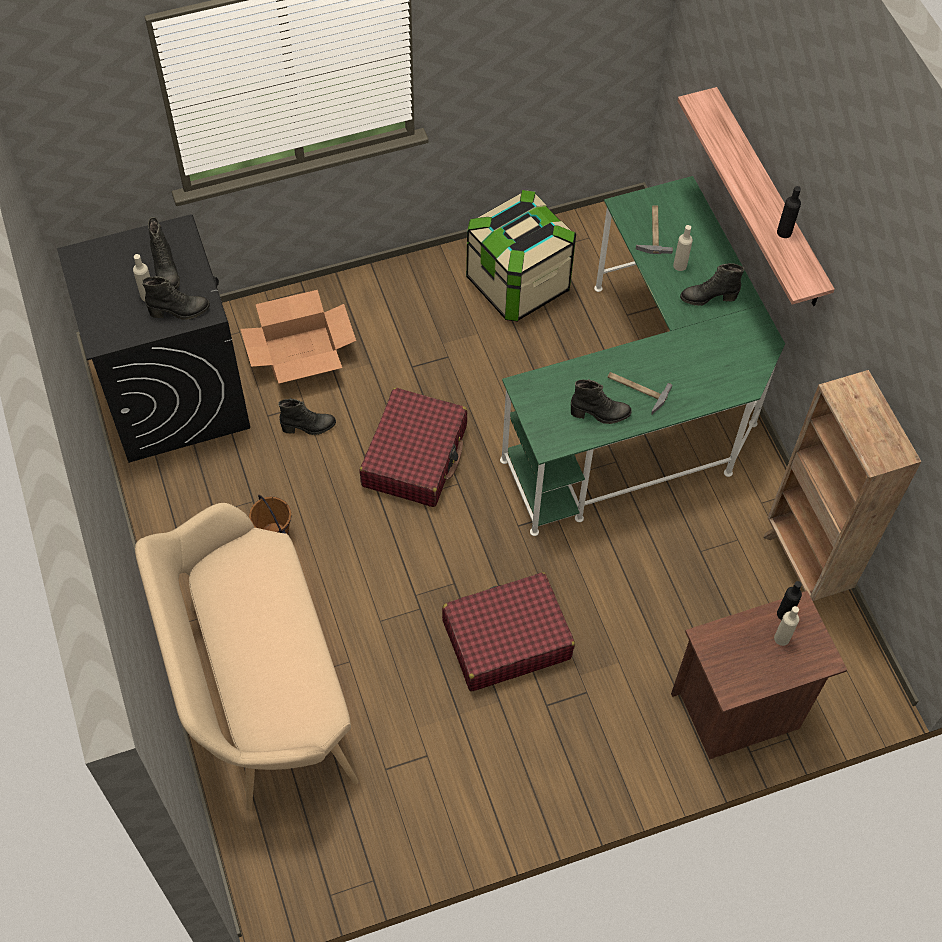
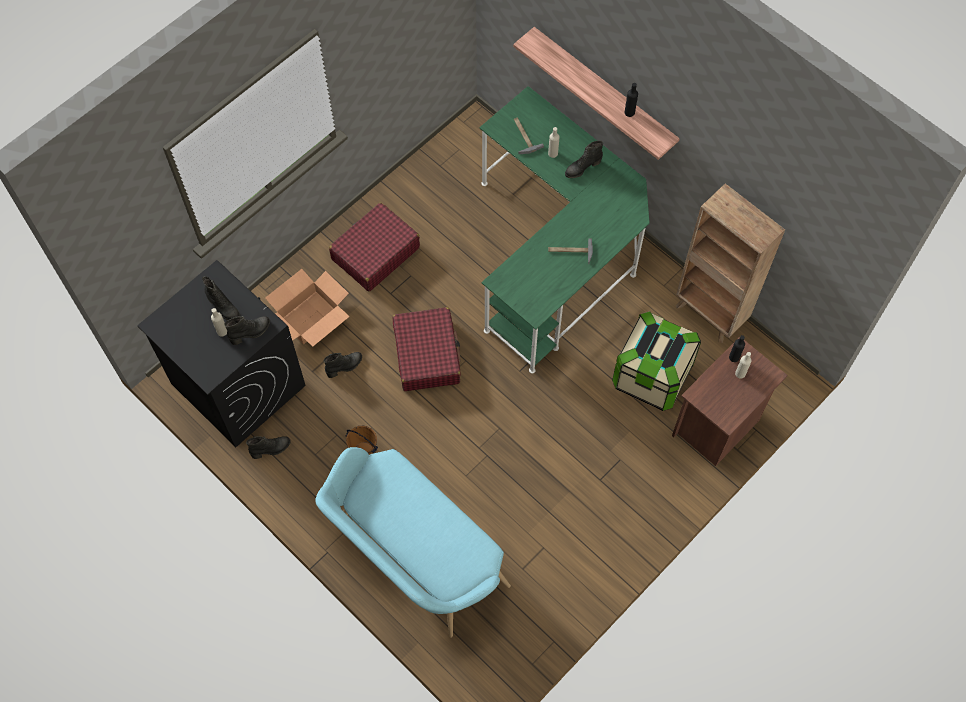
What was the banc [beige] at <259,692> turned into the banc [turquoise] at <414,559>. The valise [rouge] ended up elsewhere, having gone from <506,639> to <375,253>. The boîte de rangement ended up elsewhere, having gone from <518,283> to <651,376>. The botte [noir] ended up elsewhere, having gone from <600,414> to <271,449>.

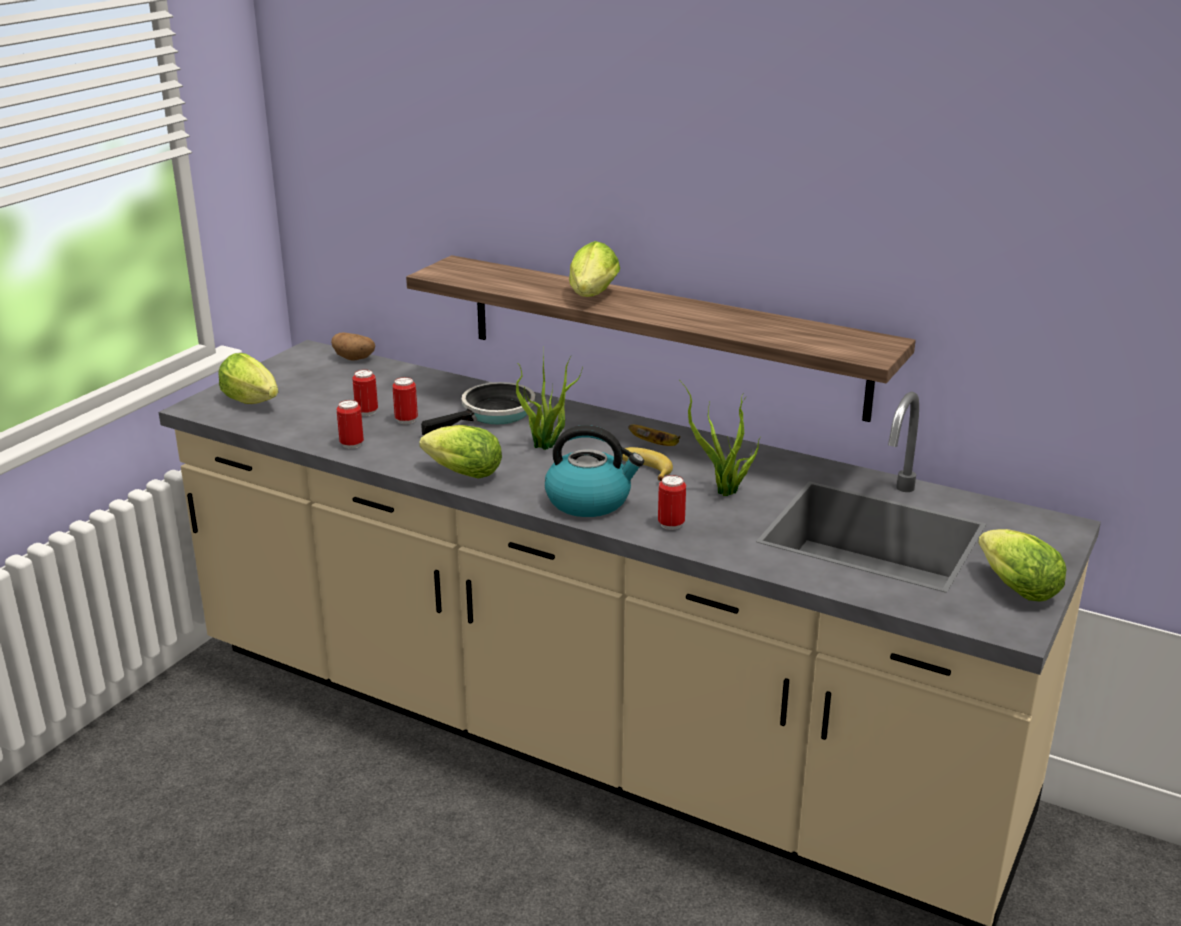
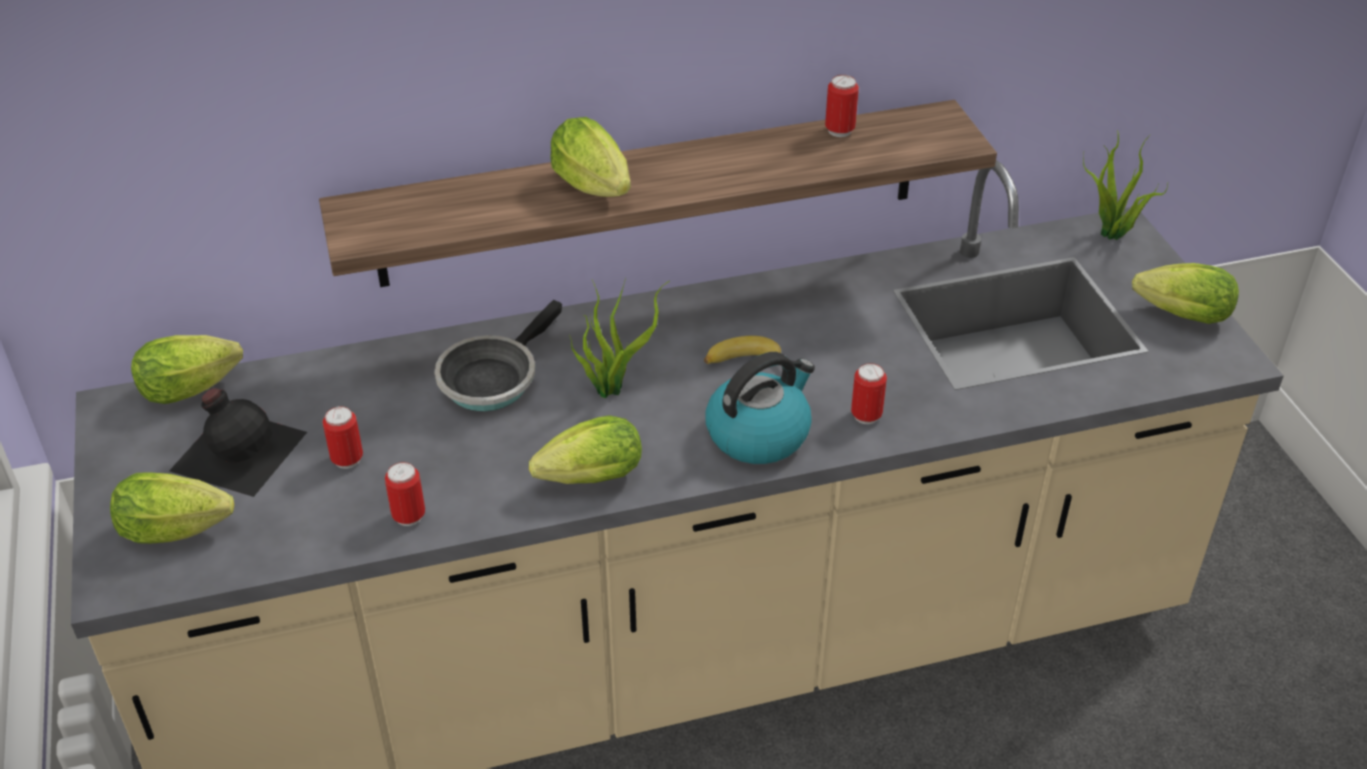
Where the pomme de terre stood at <355,358>, the laitue came to stand at <195,388>. The boîte métallique ended up elsewhere, having gone from <406,420> to <839,130>. The poêle at <493,414> ended up facing another way, 150 degrees counterclockwise from before. The second view lost the banane at <656,444>. The plante en pot ended up elsewhere, having gone from <724,492> to <1111,235>. The second view gained the bouteille [noir] at <238,449>.

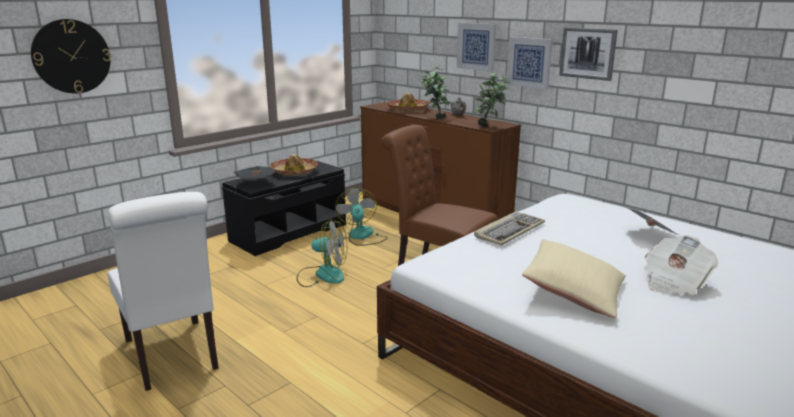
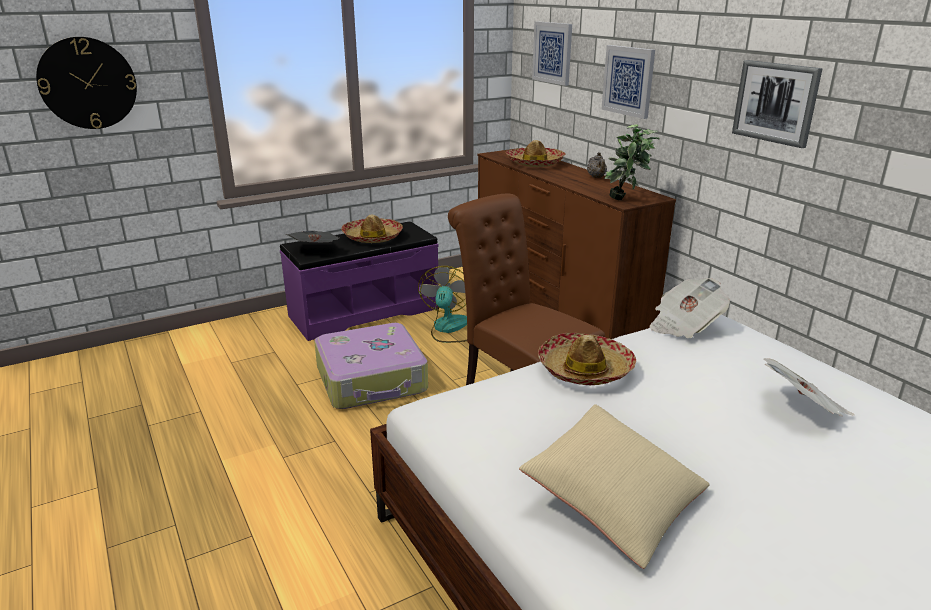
The second view lost the chaise [blanc] at <173,357>. What was the banc [noir] at <288,232> turned into the banc [violet] at <363,312>. Where the ventilateur stood at <322,275>, the valise came to stand at <372,379>. The second view lost the plante en pot at <435,118>. Where the clavier stood at <509,230>, the chapeau came to stand at <585,369>. The tableau ended up elsewhere, having gone from <529,62> to <553,52>. The journal ended up elsewhere, having gone from <674,282> to <684,325>.

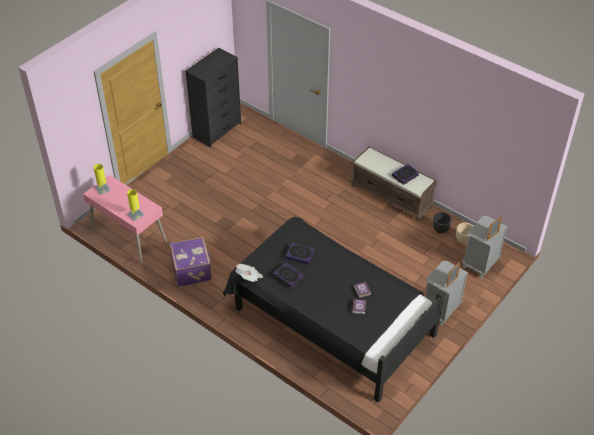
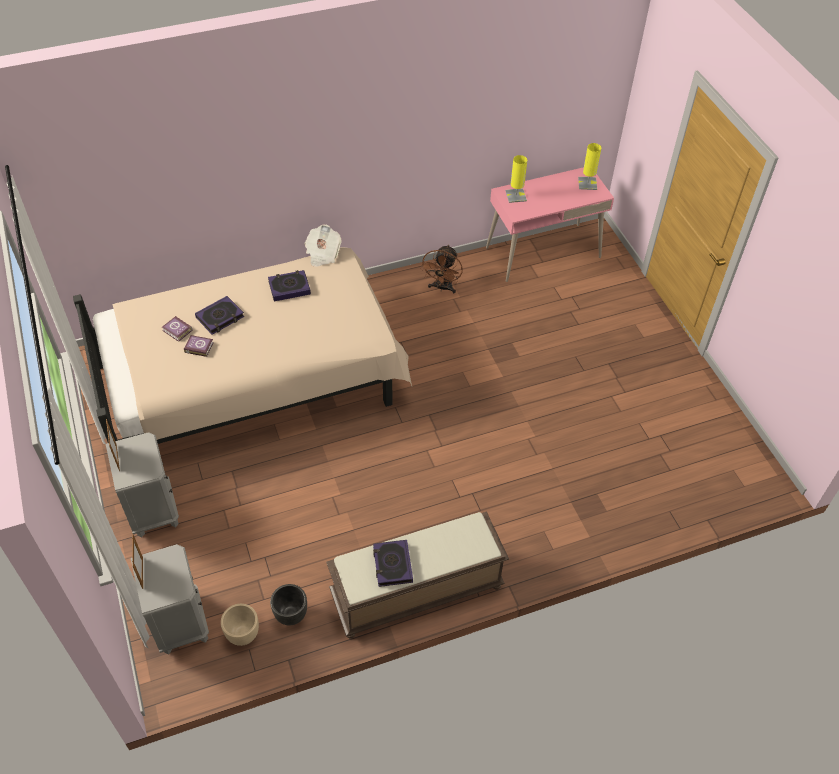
Where the valise [violet] stood at <192,270>, the ventilateur [marron] came to stand at <442,288>. The second view lost the commode [noir] at <217,130>. What was the lit [noir] at <329,318> turned into the lit [beige] at <254,381>. The livre ended up elsewhere, having gone from <300,255> to <220,317>.

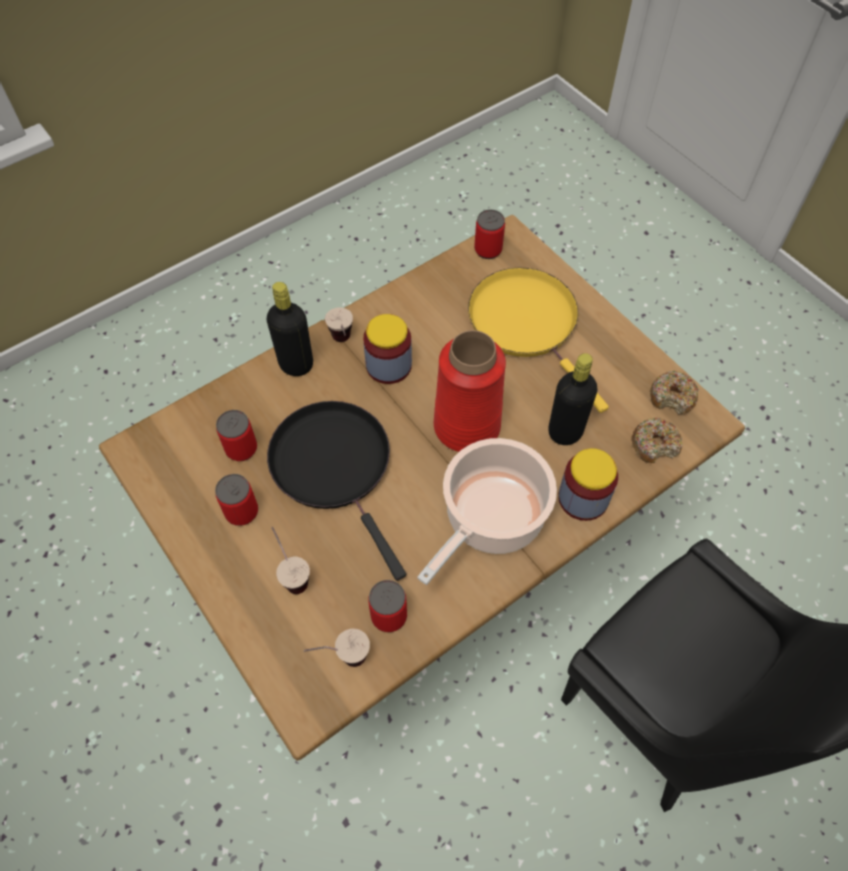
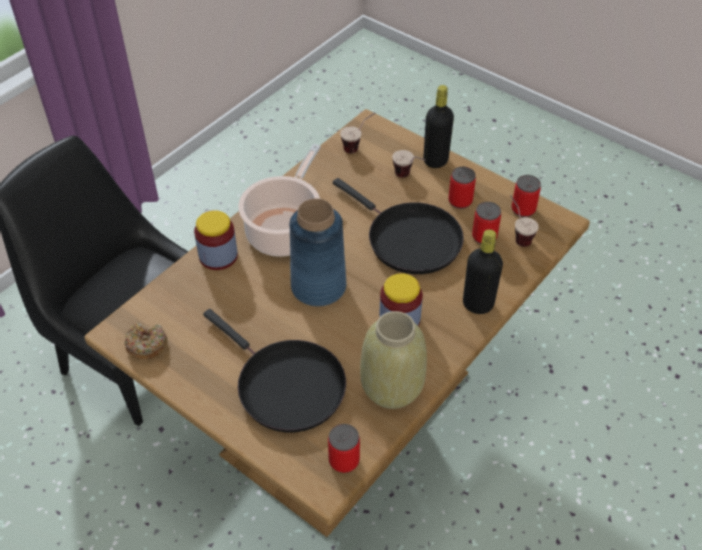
The tasse ended up elsewhere, having gone from <343,344> to <517,235>. The boîte métallique ended up elsewhere, having gone from <389,616> to <523,209>. What was the vase [rouge] at <466,426> turned into the vase [bleu] at <319,286>. What was the poêle [jaune] at <527,323> turned into the poêle [noir] at <285,385>. The bouteille [noir] ended up elsewhere, having gone from <565,431> to <435,160>. The second view lost the beignet at <655,444>. The second view gained the vase [beige] at <392,388>.

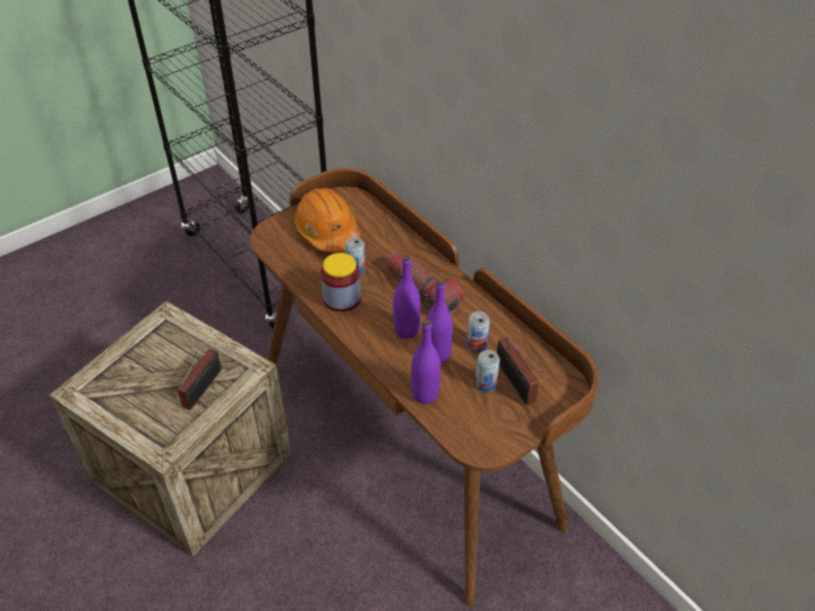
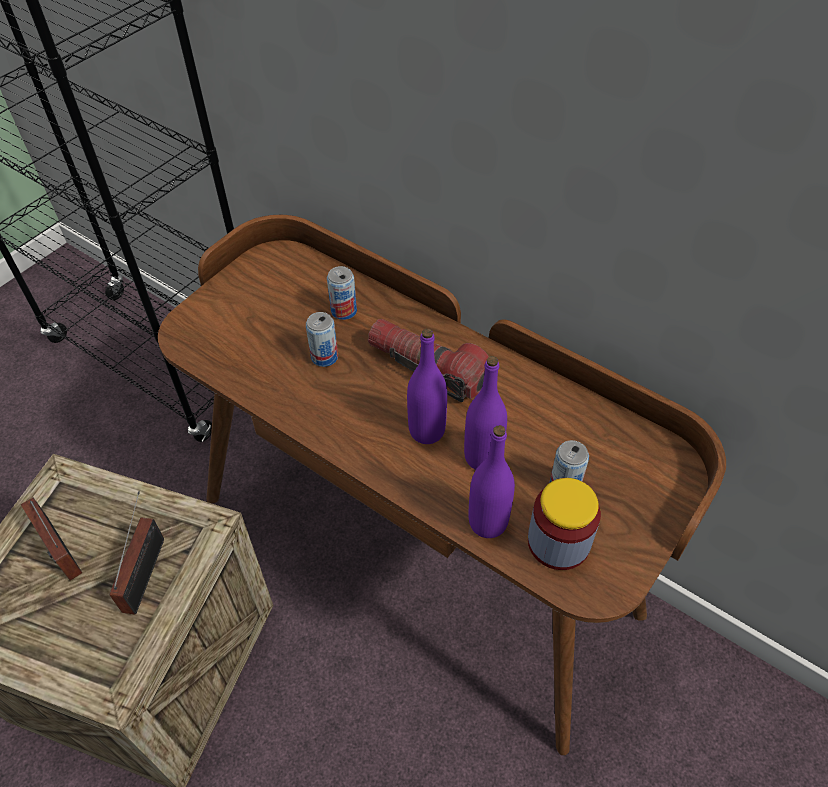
The second view lost the casque de chantier [orange] at <327,231>. The bocal ended up elsewhere, having gone from <342,298> to <558,542>. The boîte métallique ended up elsewhere, having gone from <476,345> to <344,311>. The radio ended up elsewhere, having gone from <516,384> to <60,552>.

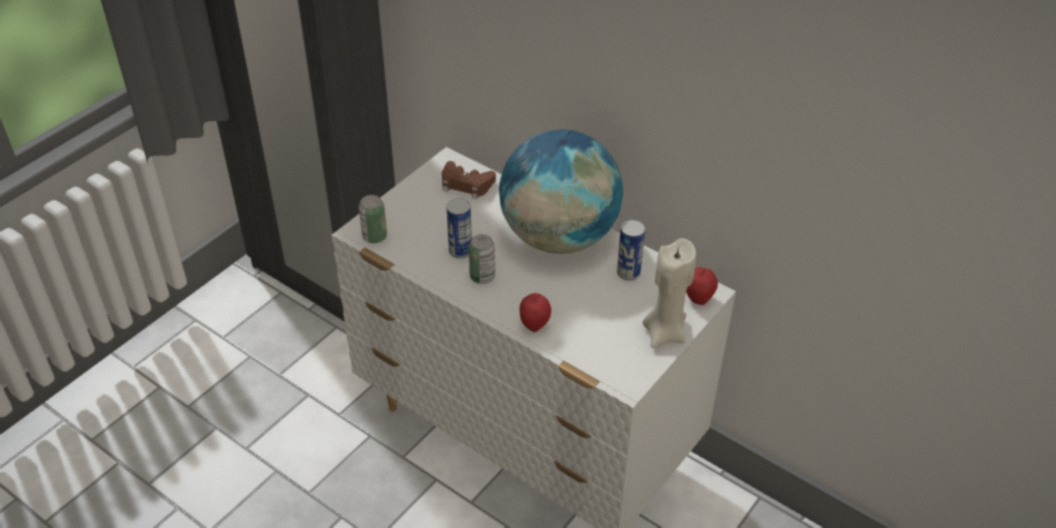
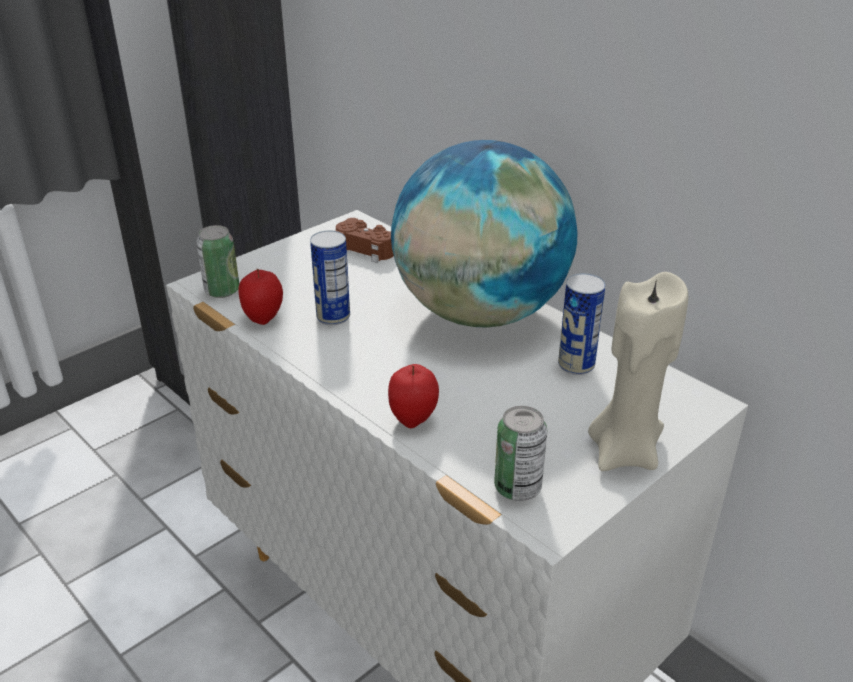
The boîte métallique ended up elsewhere, having gone from <482,277> to <517,488>. The pomme ended up elsewhere, having gone from <699,299> to <263,318>.

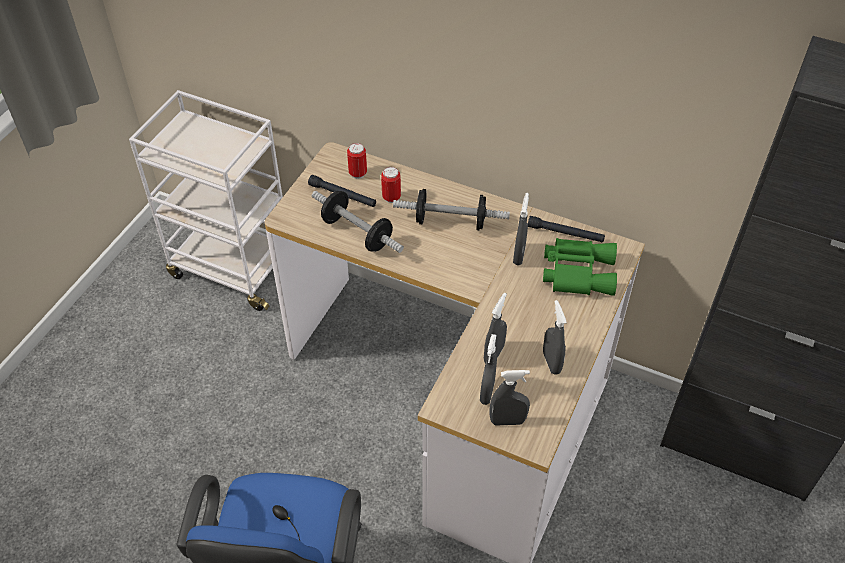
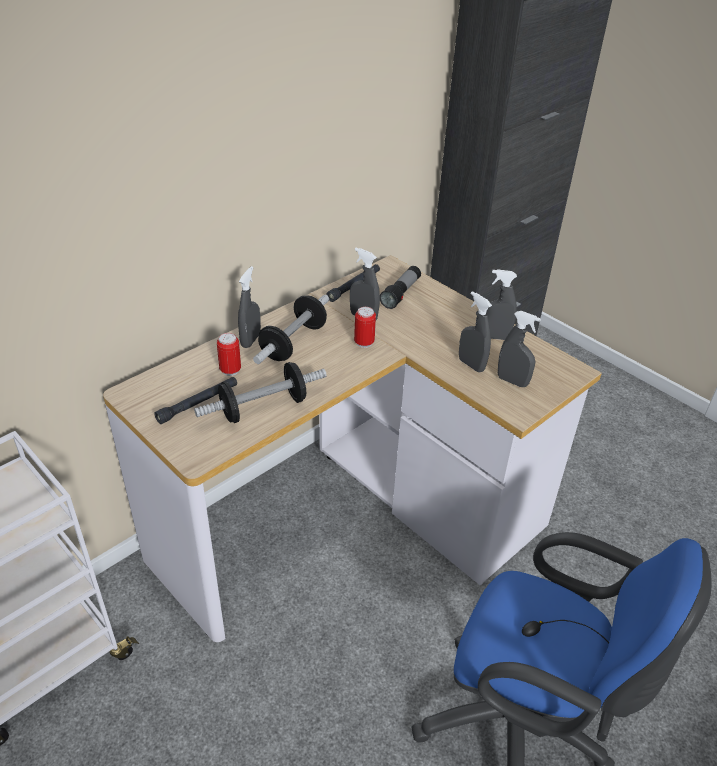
The boîte métallique ended up elsewhere, having gone from <358,173> to <364,343>. The vaporisateur [gris] ended up elsewhere, having gone from <507,421> to <250,340>. Where the jumelles [vert] stood at <577,271>, the lampe de poche came to stand at <401,294>.

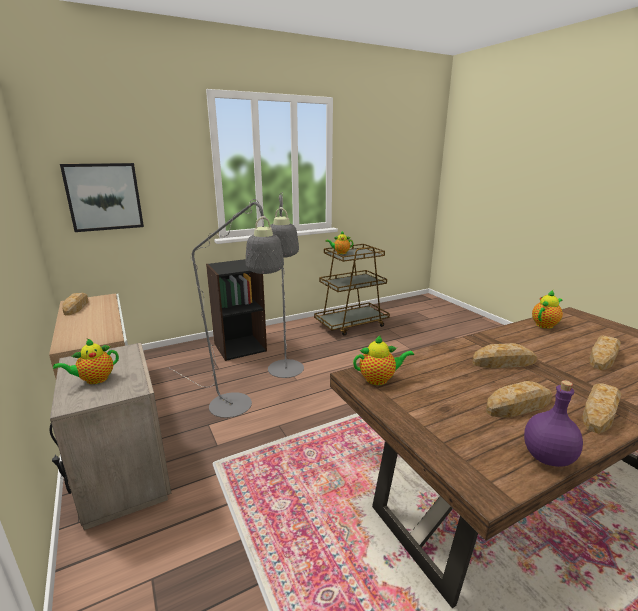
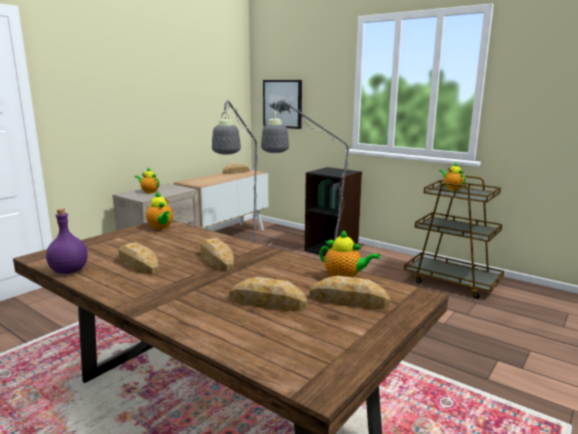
The pain ended up elsewhere, having gone from <599,412> to <349,300>.

